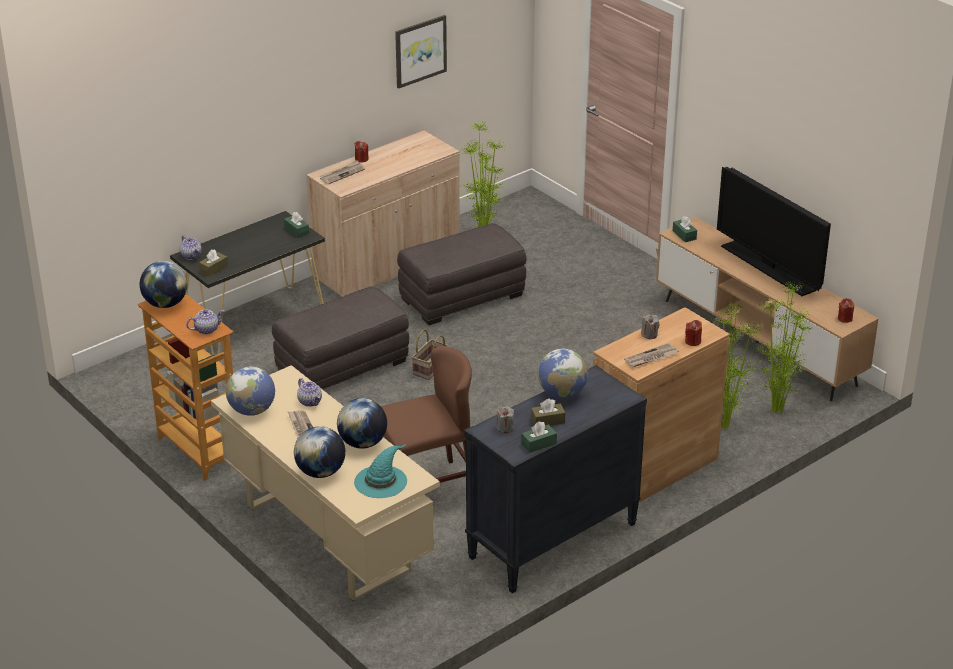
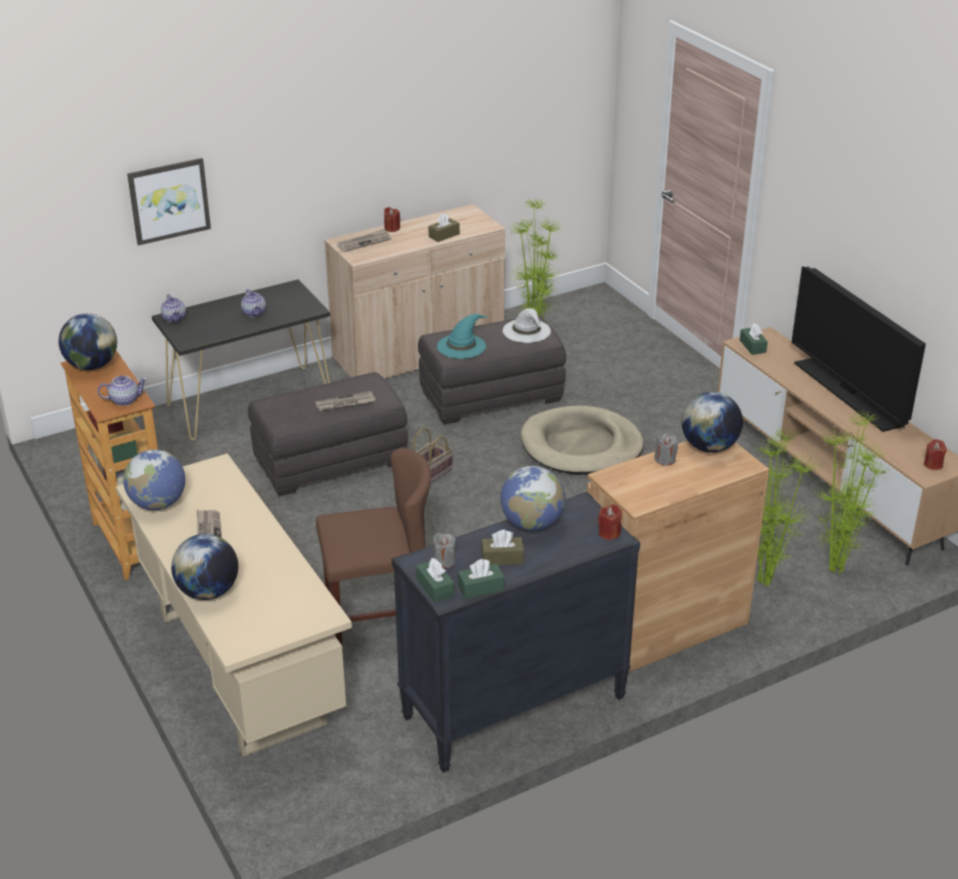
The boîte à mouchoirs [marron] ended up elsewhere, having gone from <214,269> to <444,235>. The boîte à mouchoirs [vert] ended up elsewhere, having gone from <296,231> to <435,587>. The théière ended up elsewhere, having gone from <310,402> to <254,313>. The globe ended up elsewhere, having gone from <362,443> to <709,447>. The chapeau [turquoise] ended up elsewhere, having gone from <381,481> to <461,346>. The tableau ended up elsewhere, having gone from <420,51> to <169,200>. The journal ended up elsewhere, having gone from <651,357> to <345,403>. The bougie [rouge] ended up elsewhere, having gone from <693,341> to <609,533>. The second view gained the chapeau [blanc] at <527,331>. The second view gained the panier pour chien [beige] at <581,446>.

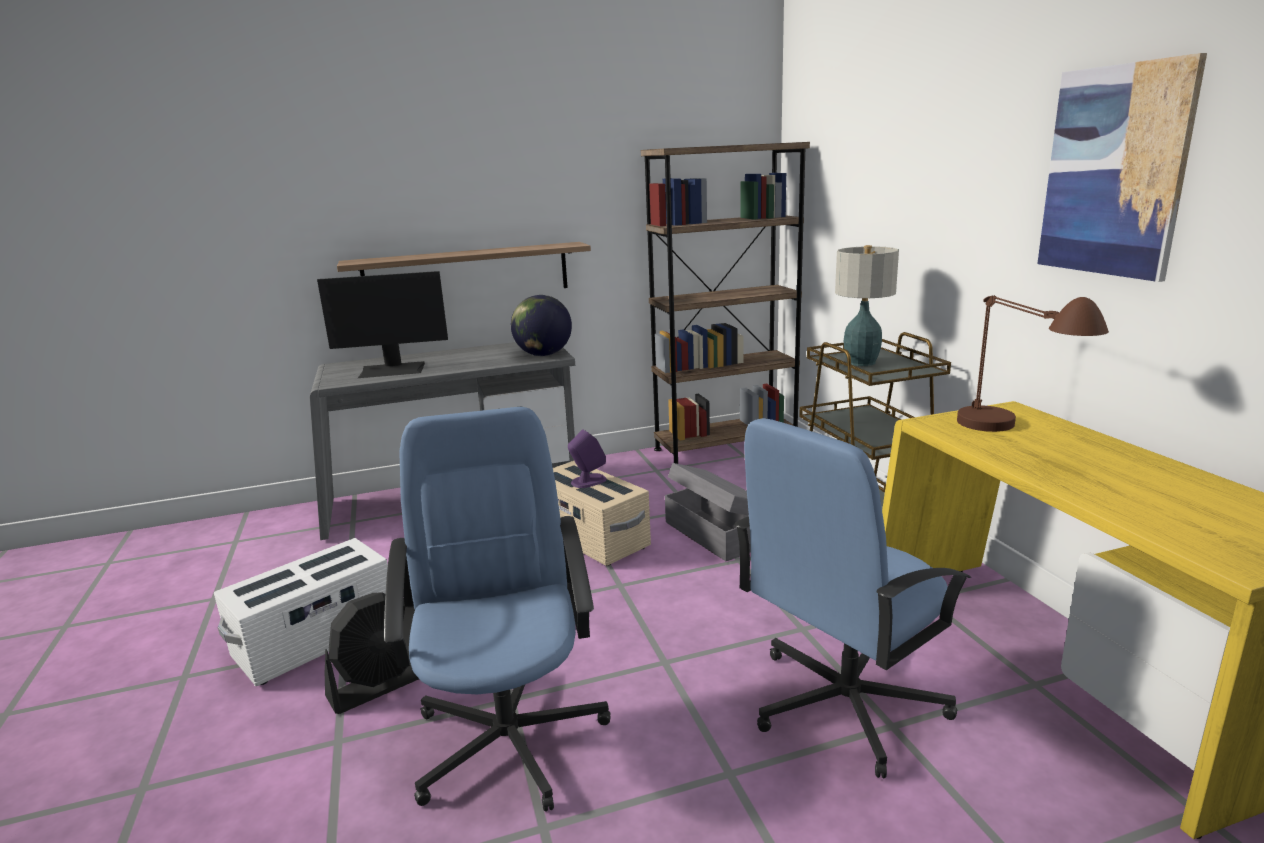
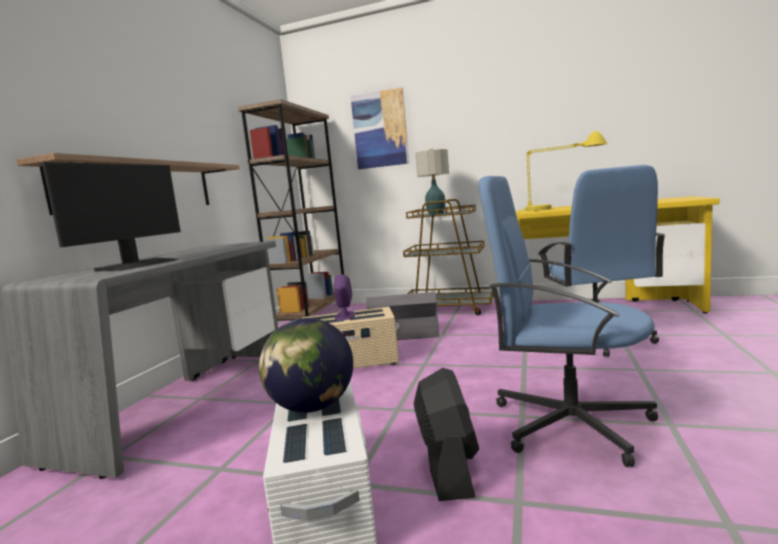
The globe ended up elsewhere, having gone from <543,355> to <311,407>. What was the lampe de table [marron] at <1013,438> turned into the lampe de table [jaune] at <562,208>. The tableau ended up elsewhere, having gone from <1114,171> to <380,129>.

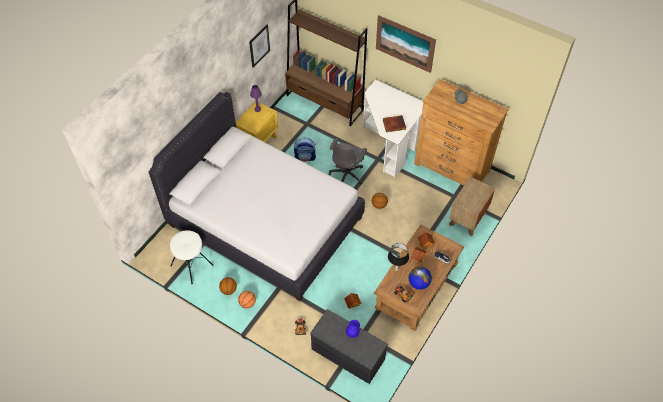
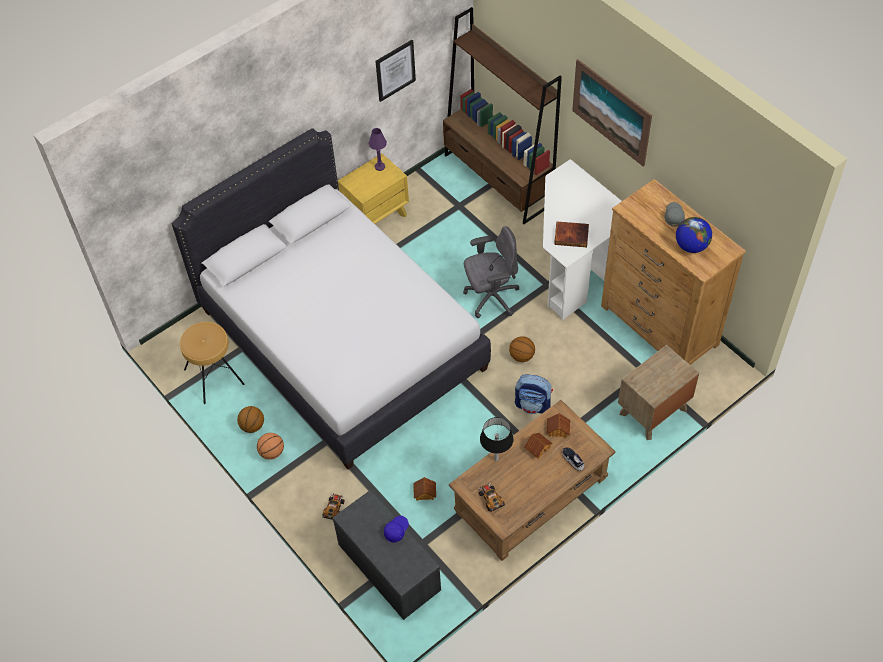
What was the tabouret [blanc] at <192,265> turned into the tabouret [marron] at <214,376>. The sac à dos ended up elsewhere, having gone from <305,157> to <533,405>. The chaise de bureau [gris] at <347,174> ended up facing another way, 150 degrees counterclockwise from before. The globe ended up elsewhere, having gone from <419,283> to <691,246>.

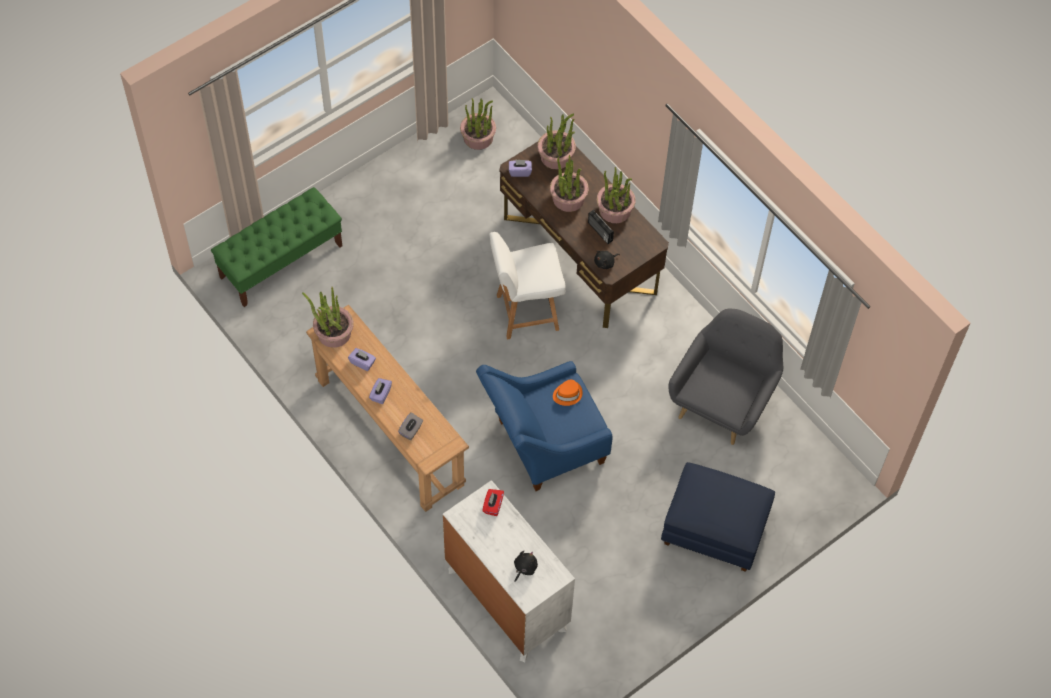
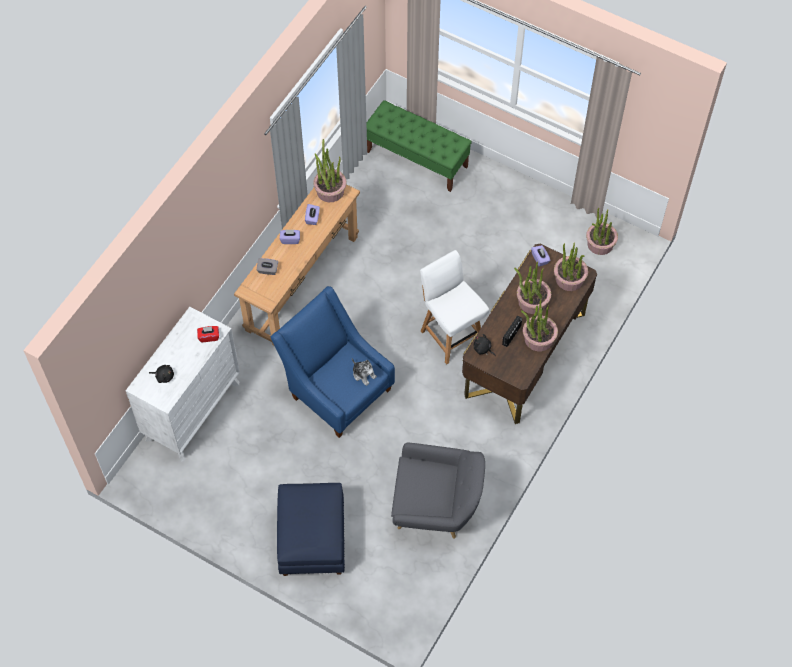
Where the chapeau [orange] stood at <567,394>, the peluche came to stand at <363,374>.

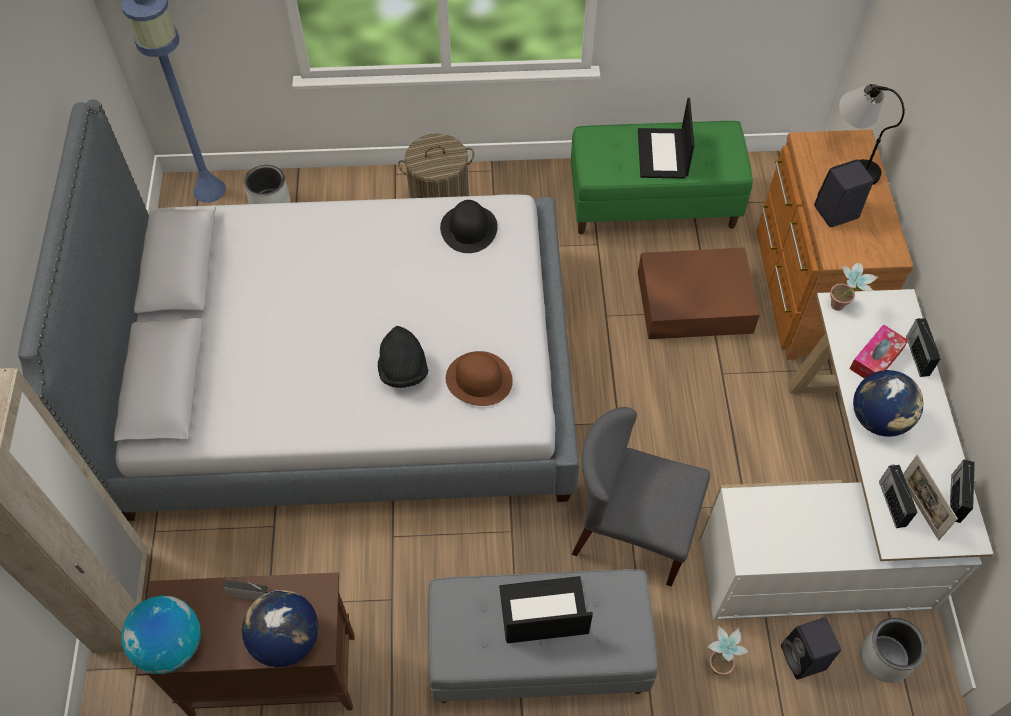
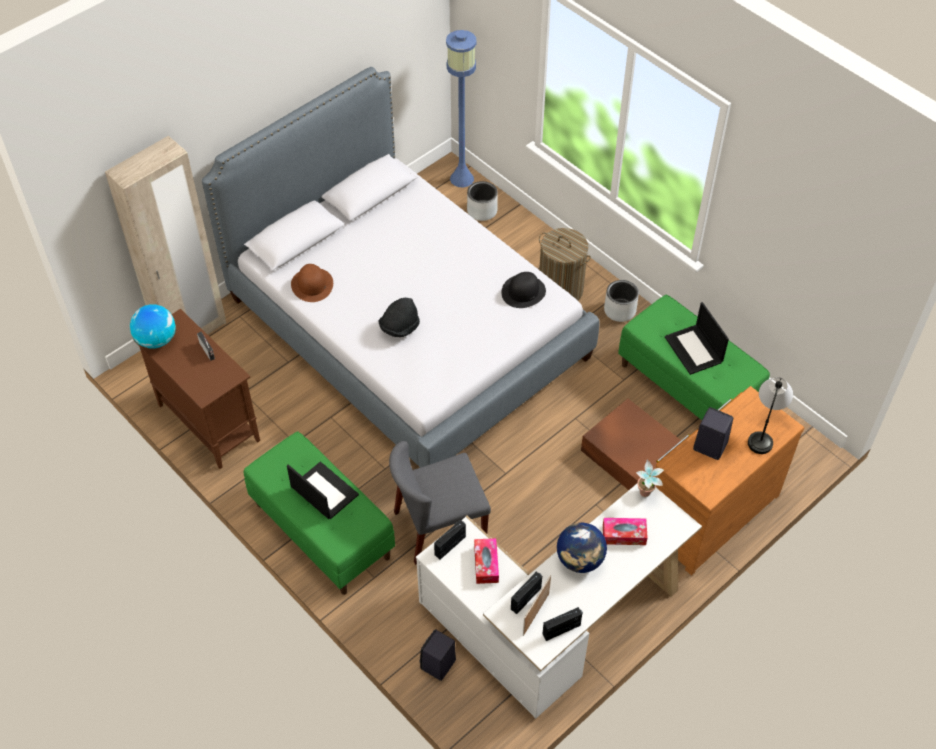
The second view lost the globe at <286,639>. What was the banc [gris] at <537,655> turned into the banc [vert] at <321,531>. The chapeau [marron] ended up elsewhere, having gone from <479,379> to <312,285>. The chaise [gris] at <631,532> ended up facing another way, 90 degrees counterclockwise from before. The ordinateur portable at <663,154> ended up facing another way, 75 degrees counterclockwise from before. The second view lost the plante en pot at <719,663>. The cache-pot [gris] ended up elsewhere, having gone from <885,658> to <619,310>. The radio ended up elsewhere, having gone from <917,355> to <450,545>. The second view gained the boîte à mouchoirs at <486,564>.

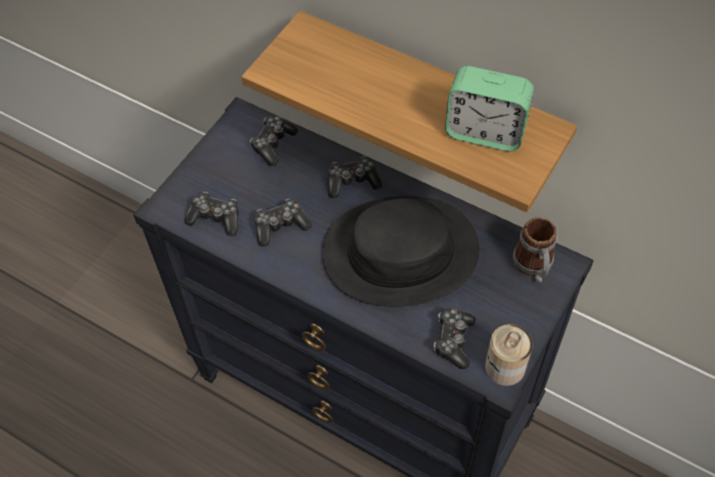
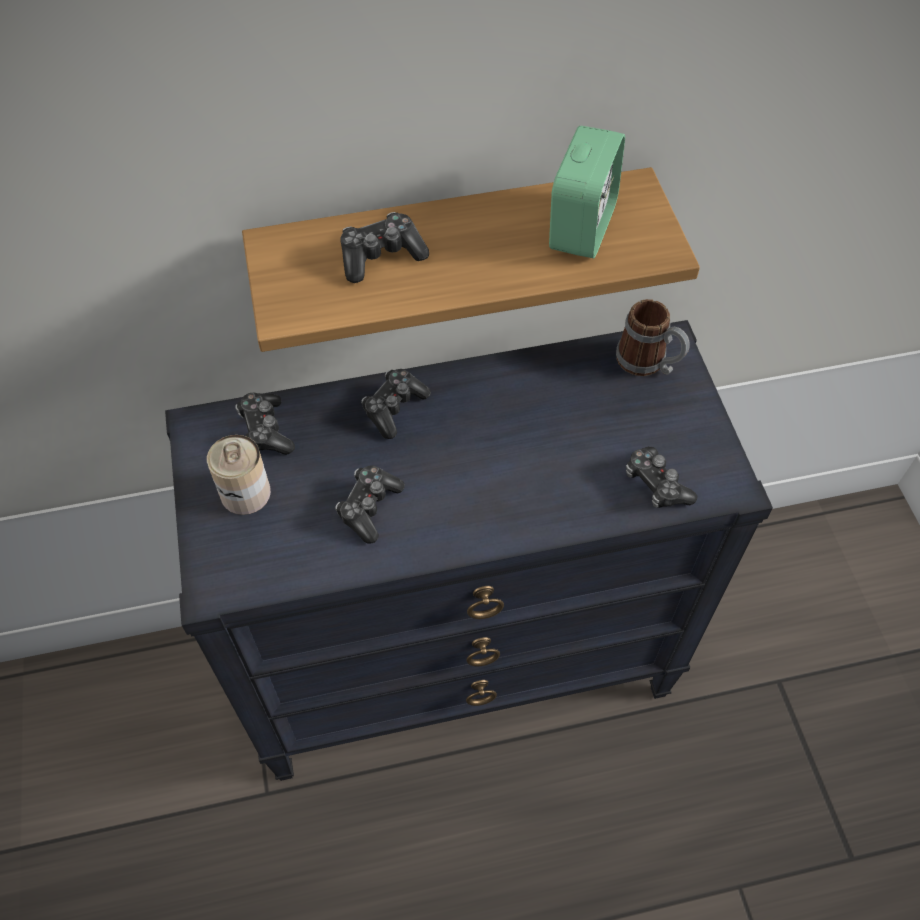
The manette ended up elsewhere, having gone from <215,218> to <381,256>. The second view lost the chapeau [noir] at <400,252>. The réveil at <485,132> ended up facing another way, 45 degrees counterclockwise from before. The boîte métallique ended up elsewhere, having gone from <505,367> to <245,493>.

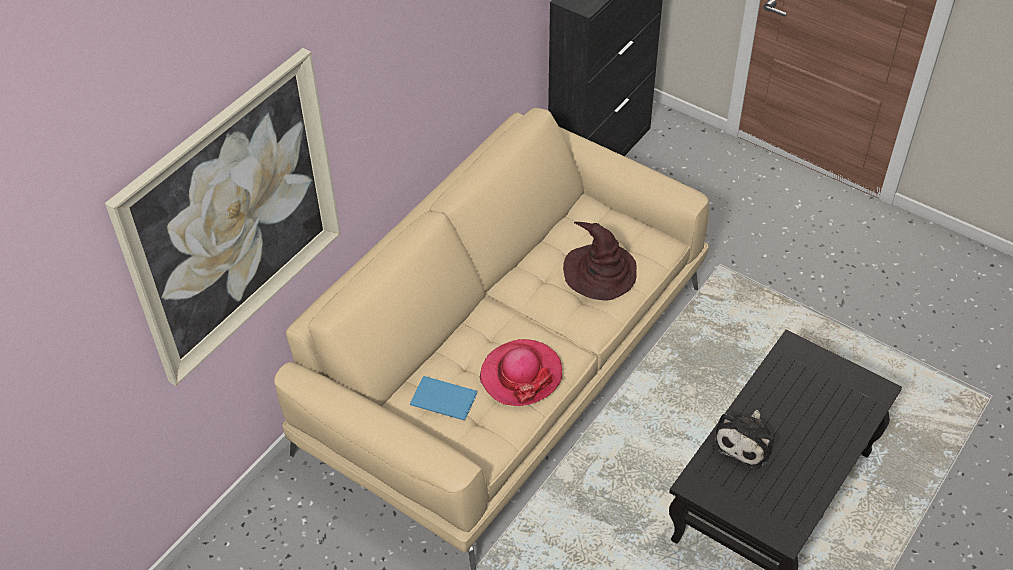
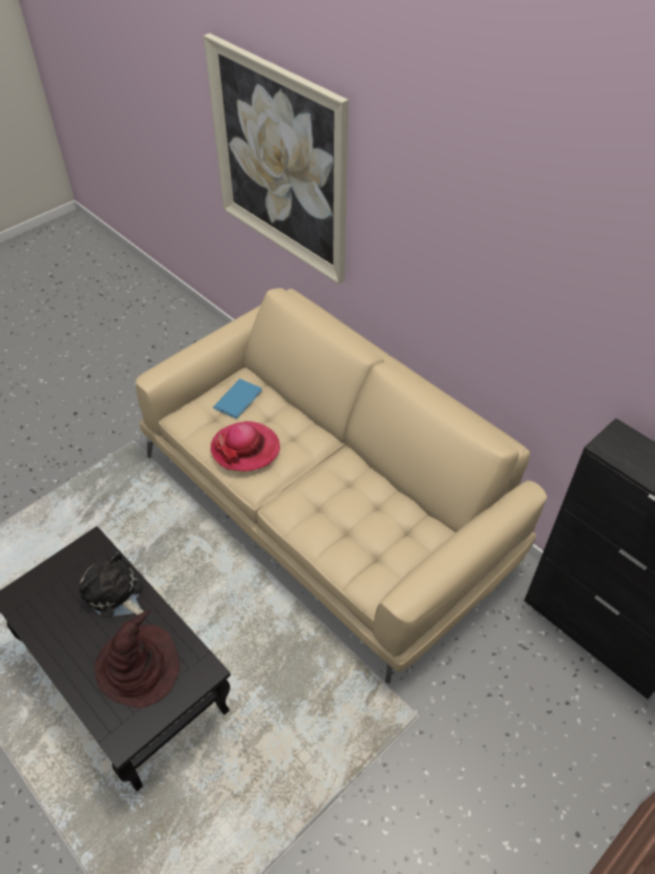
The chapeau [marron] ended up elsewhere, having gone from <600,272> to <138,666>.

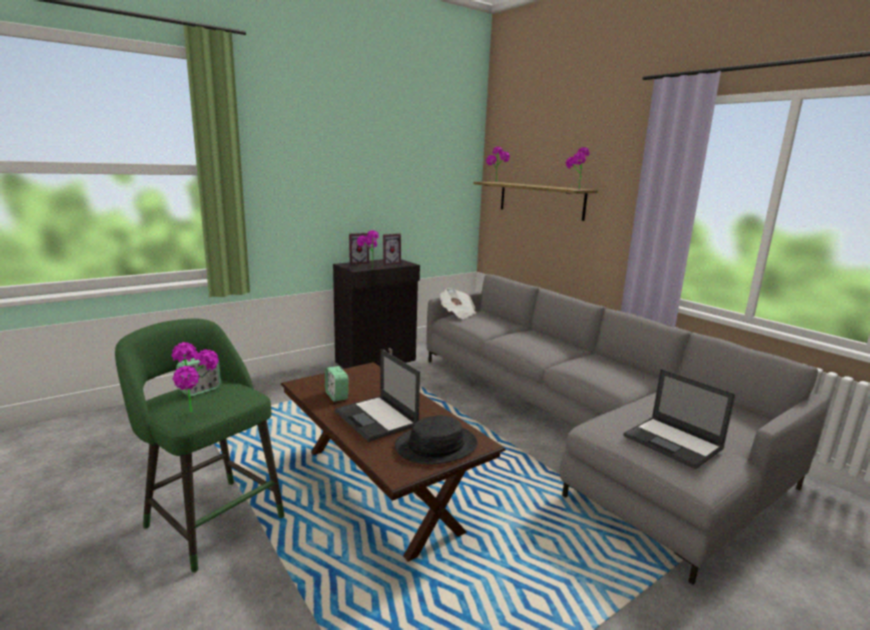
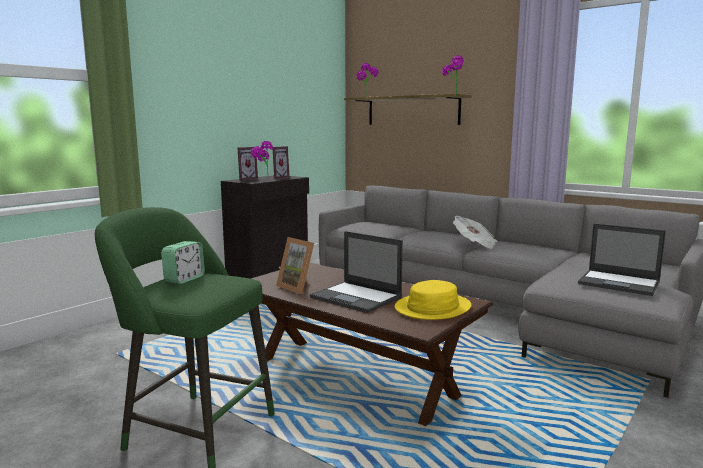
The second view lost the plante en pot at <199,413>. Where the réveil stood at <336,396>, the cadre photo came to stand at <299,287>. What was the chapeau [noir] at <436,446> turned into the chapeau [jaune] at <433,308>. The journal ended up elsewhere, having gone from <457,313> to <474,244>.

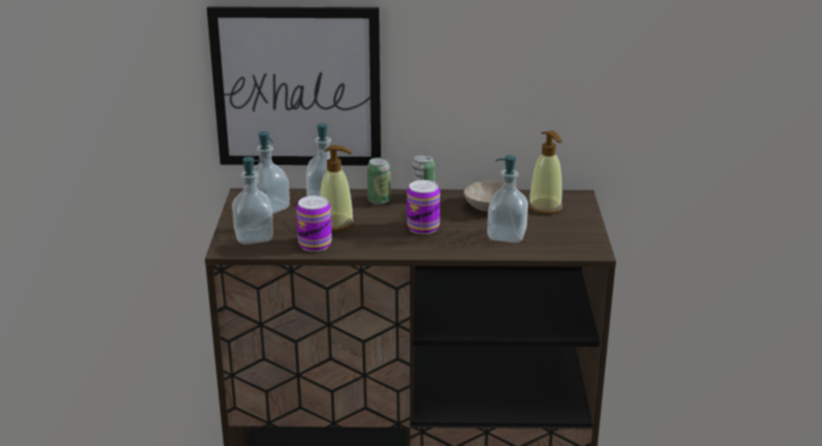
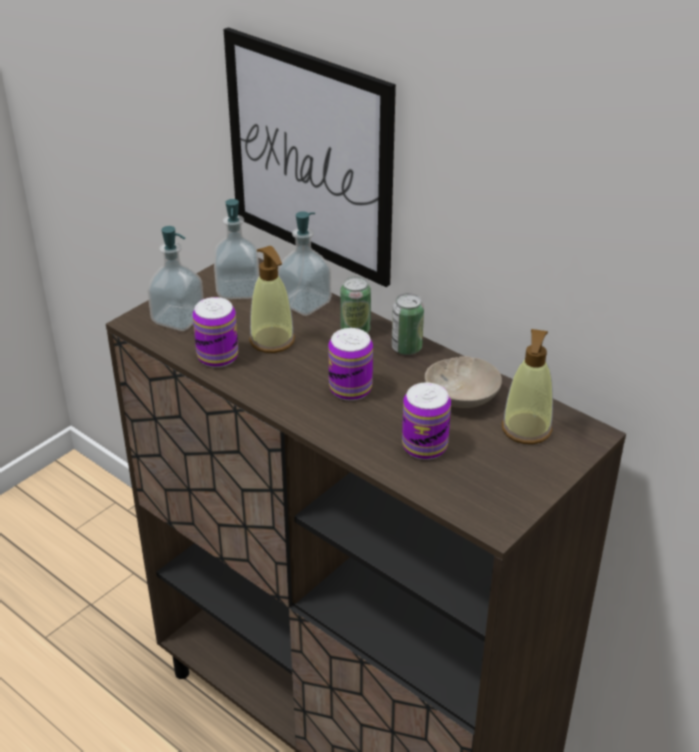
Where the distributeur de savon stood at <506,235>, the boîte métallique came to stand at <424,446>.

